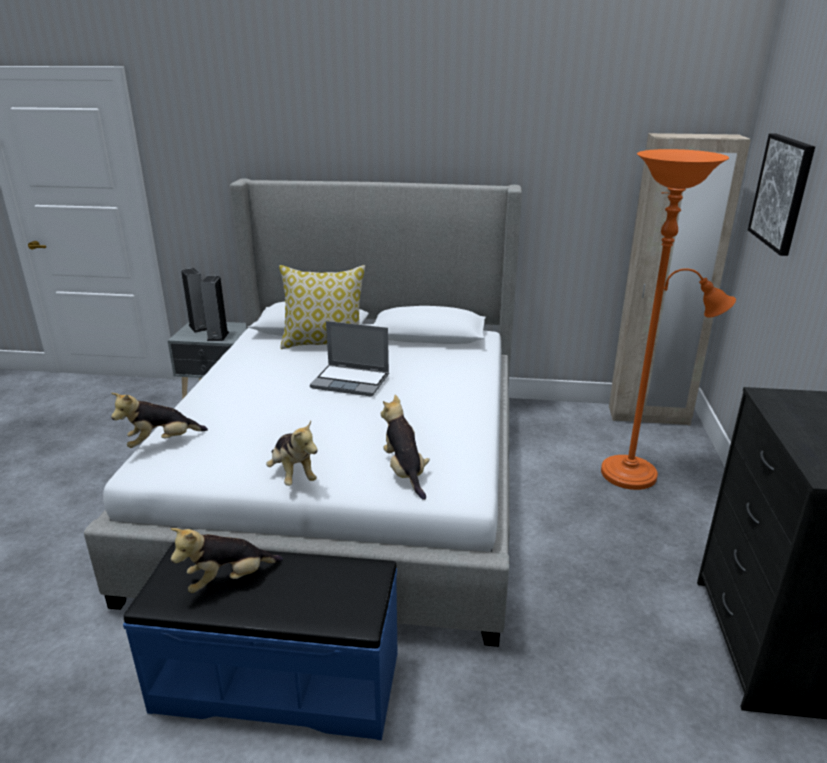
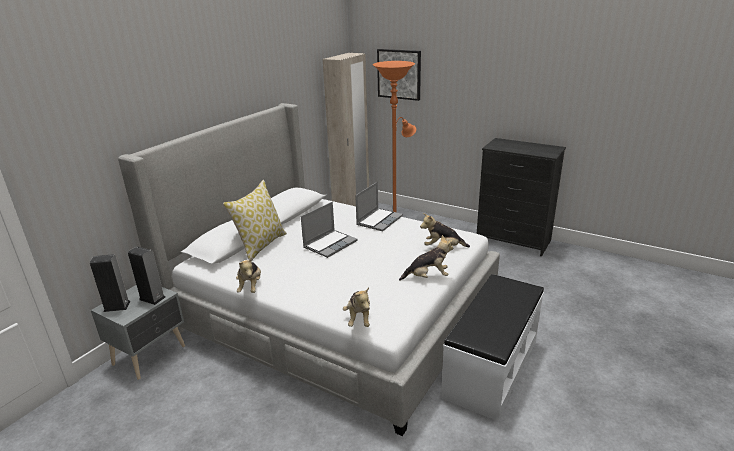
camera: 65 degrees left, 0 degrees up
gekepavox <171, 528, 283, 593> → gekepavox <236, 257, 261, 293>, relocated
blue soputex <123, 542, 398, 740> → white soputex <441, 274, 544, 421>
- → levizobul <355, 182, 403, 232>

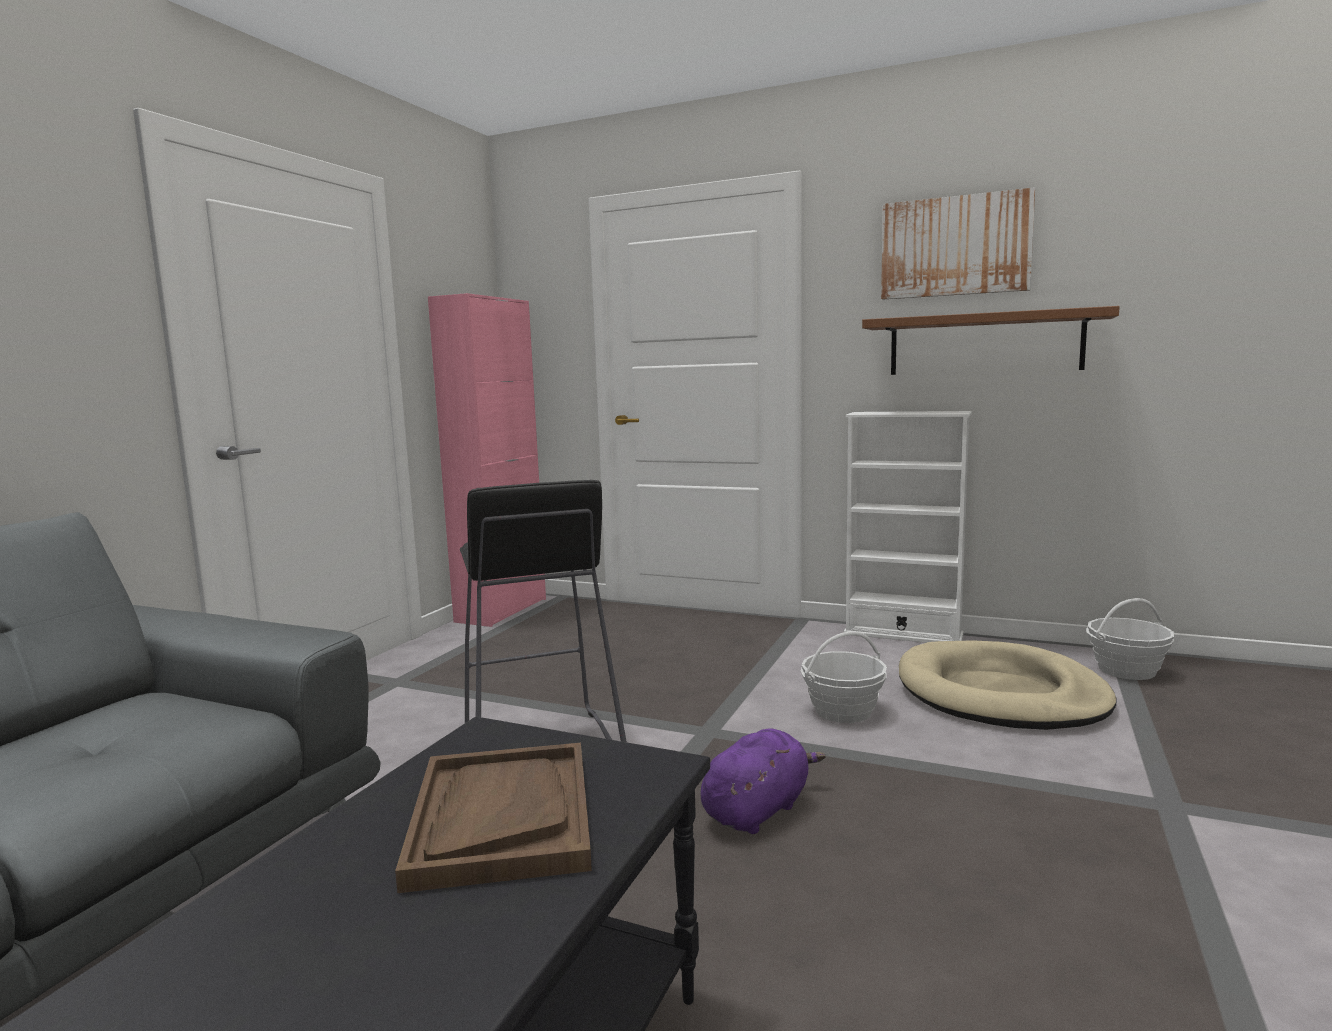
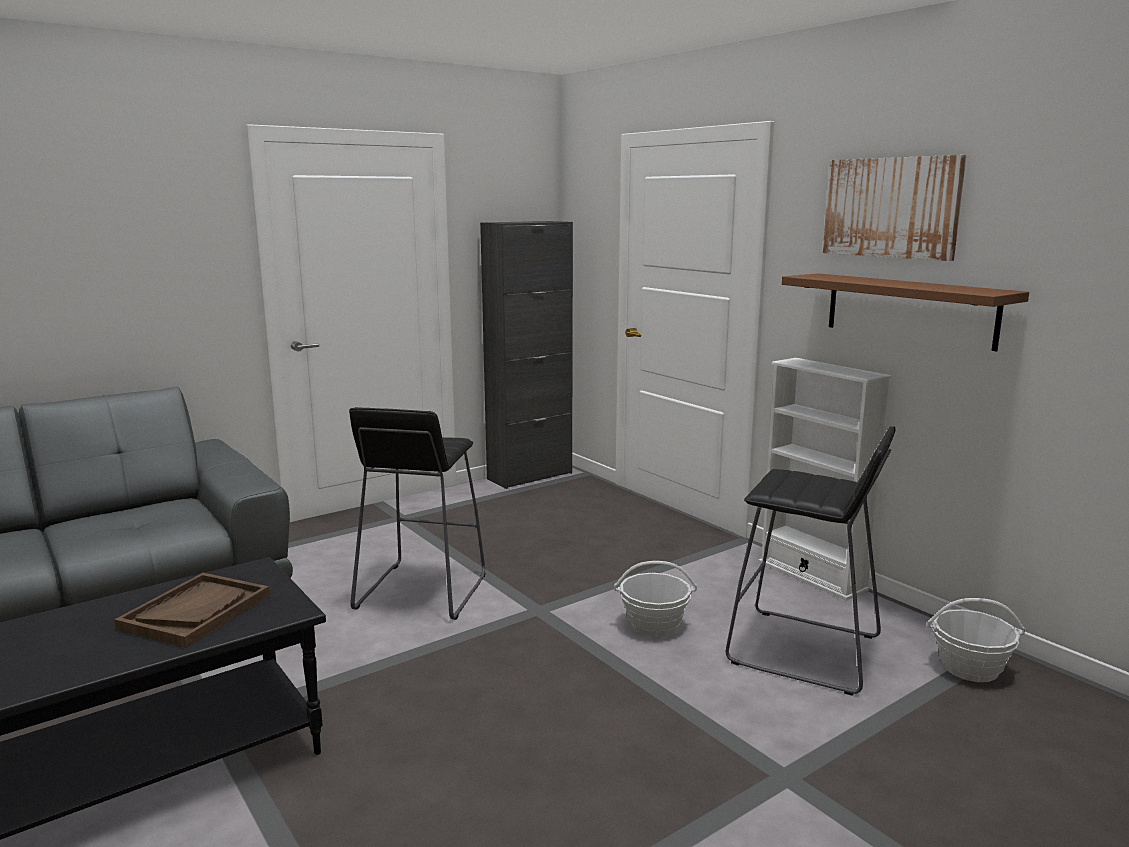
camera: 30 degrees right, 5 degrees up
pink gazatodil <428, 293, 546, 627> → black gazatodil <480, 221, 573, 489>
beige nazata <899, 640, 1117, 730> → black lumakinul <726, 426, 896, 696>
purple gekepavox <701, 728, 826, 834> → -

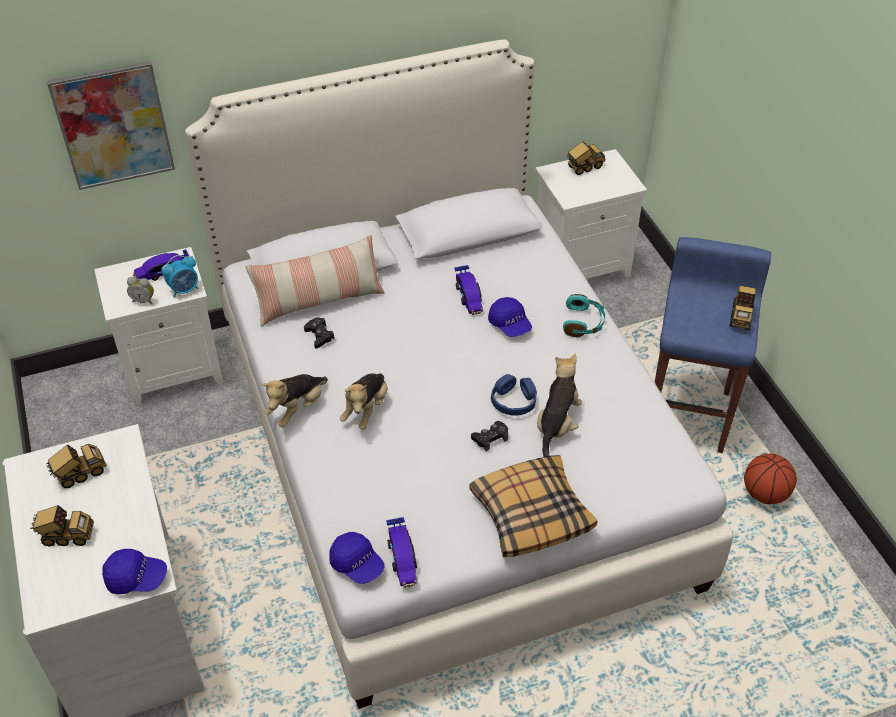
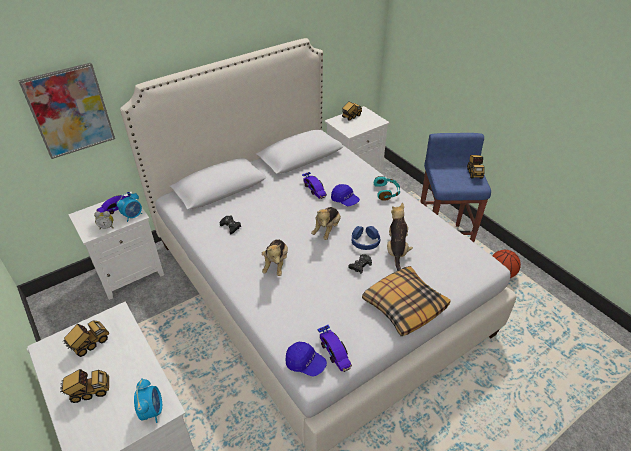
camera: 15 degrees left, 5 degrees down
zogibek <245, 235, 384, 327> → -
gekepavox <262, 374, 328, 427> → gekepavox <311, 207, 341, 240>, relocated
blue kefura <102, 549, 167, 594> → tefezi <134, 378, 162, 423>

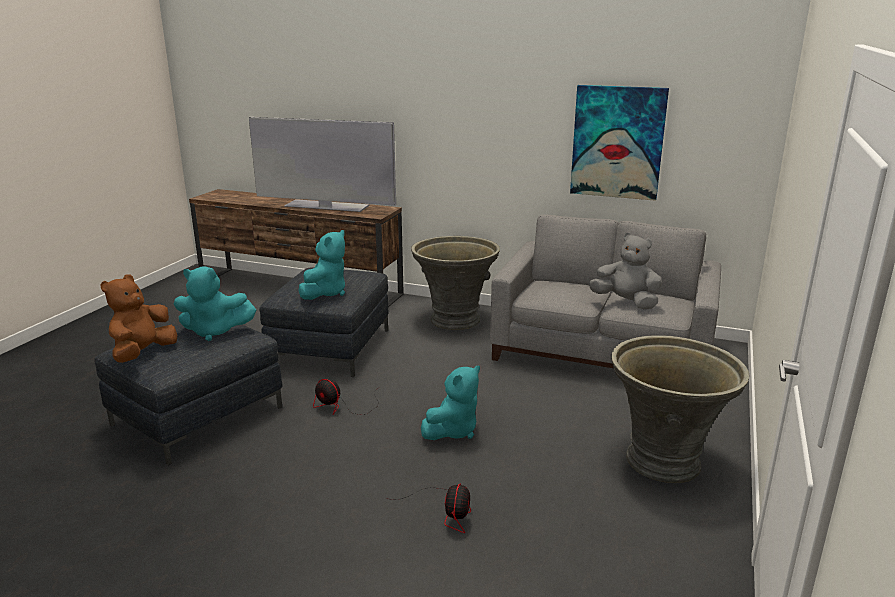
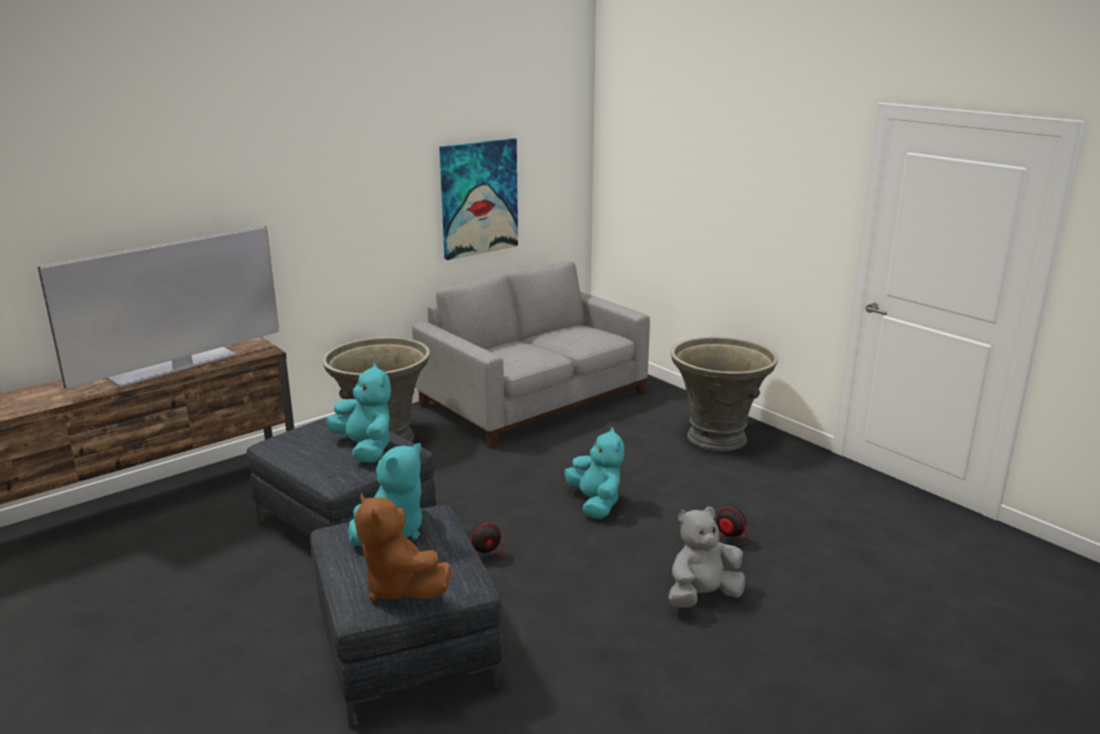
camera: 60 degrees left, 0 degrees up
grey gekepavox <589, 233, 662, 309> → grey gekepavox <668, 506, 745, 607>, relocated

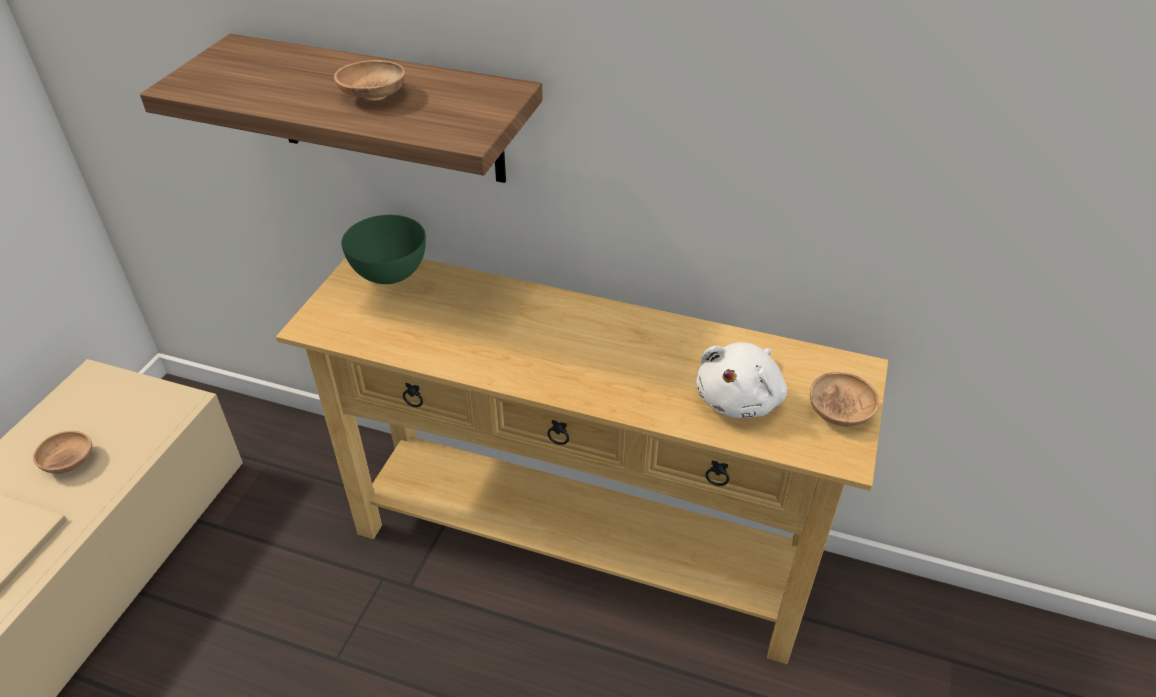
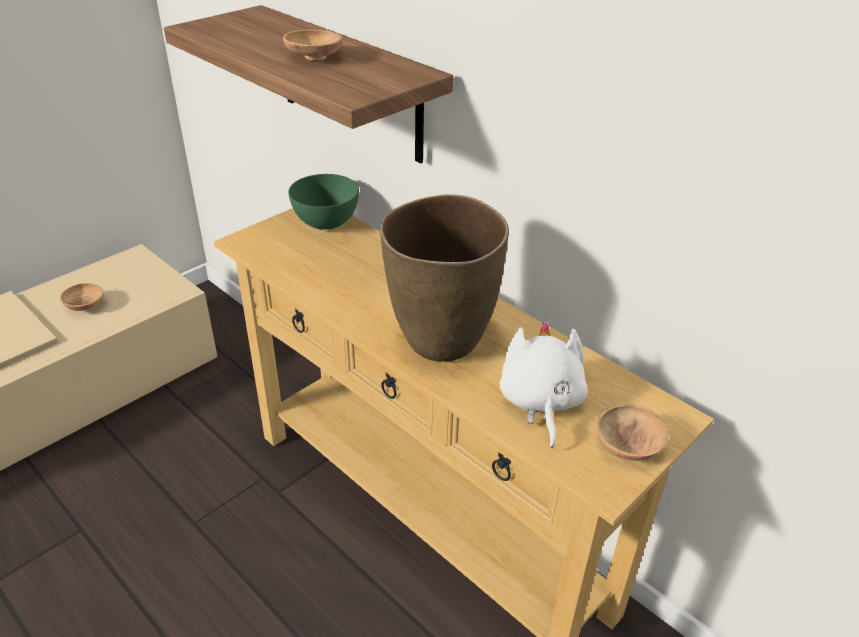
camera: 25 degrees right, 5 degrees down
white gekepavox <696, 342, 787, 418> → white gekepavox <500, 321, 588, 448>, 120 degrees clockwise
- → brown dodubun <380, 194, 509, 362>

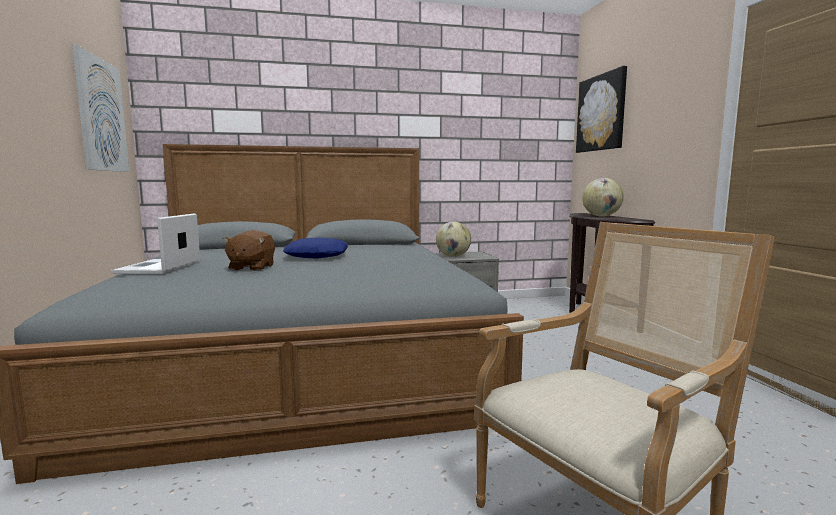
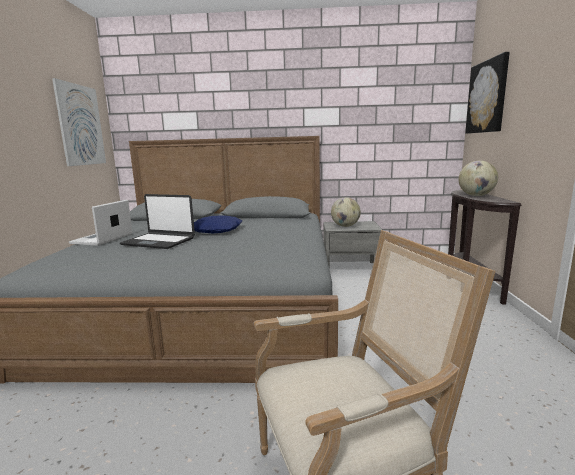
camera: 15 degrees right, 5 degrees up
brown gekepavox <222, 230, 275, 271> → levizobul <120, 194, 195, 249>

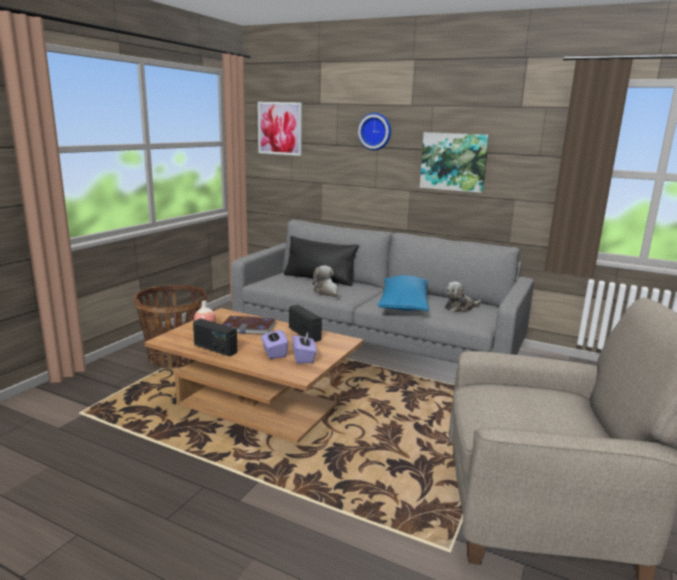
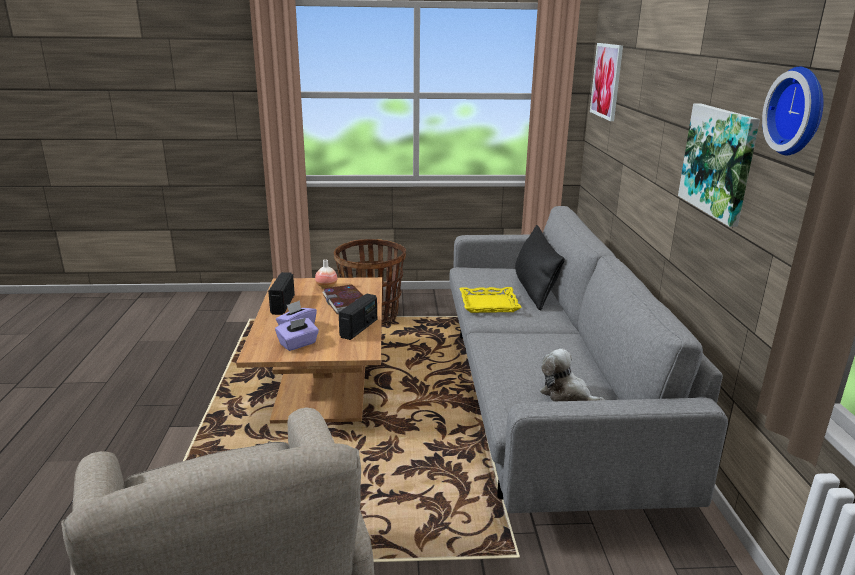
camera: 60 degrees right, 5 degrees up
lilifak <358, 113, 391, 150> → lilifak <762, 67, 824, 155>, relocated
gekepavox <313, 265, 341, 298> → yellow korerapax <460, 287, 522, 313>
blue zogibek <377, 275, 429, 311> → -

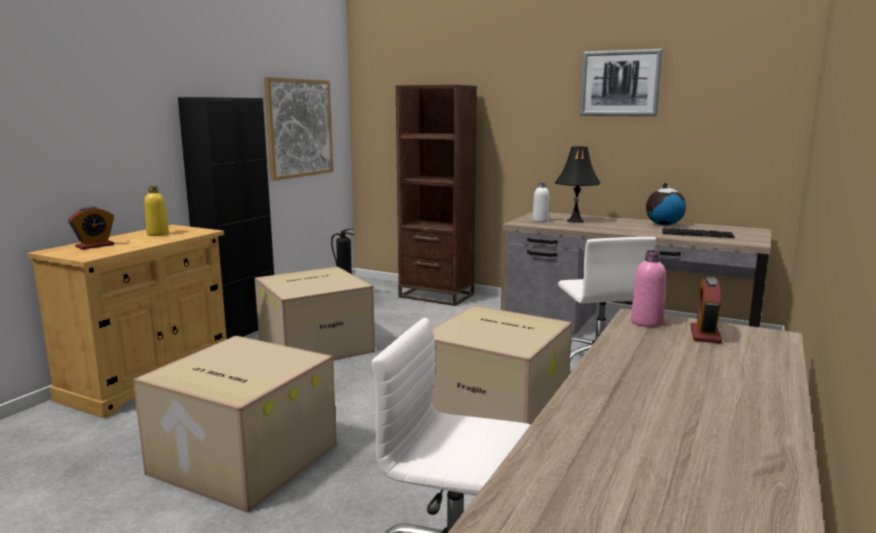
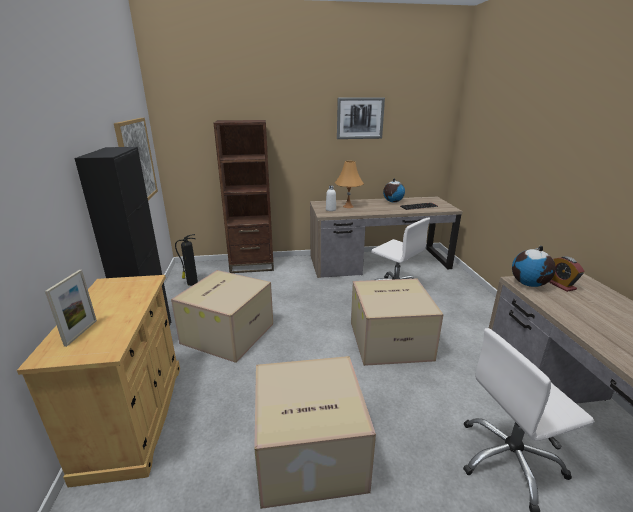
camera: 35 degrees left, 10 degrees up
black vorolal <555, 146, 600, 223> → orange vorolal <335, 161, 364, 208>
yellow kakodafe <144, 186, 169, 236> → -
tefezi <68, 206, 114, 250> → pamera <45, 270, 97, 347>
pink kakodafe <631, 250, 666, 327> → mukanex <512, 246, 556, 287>

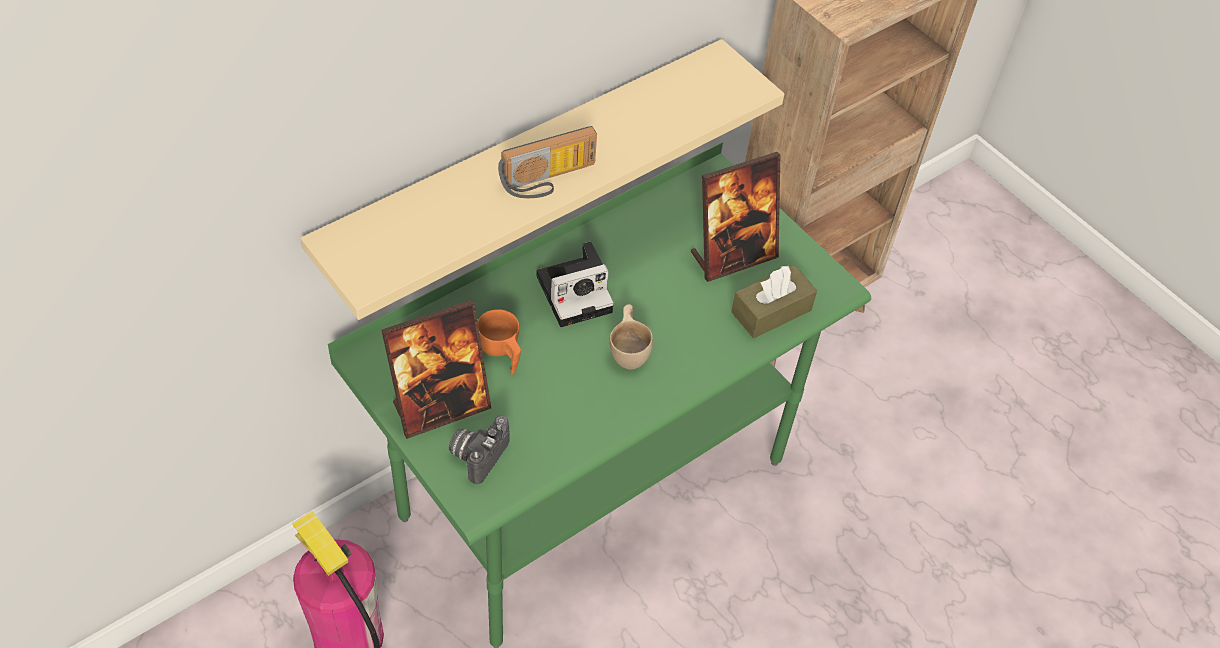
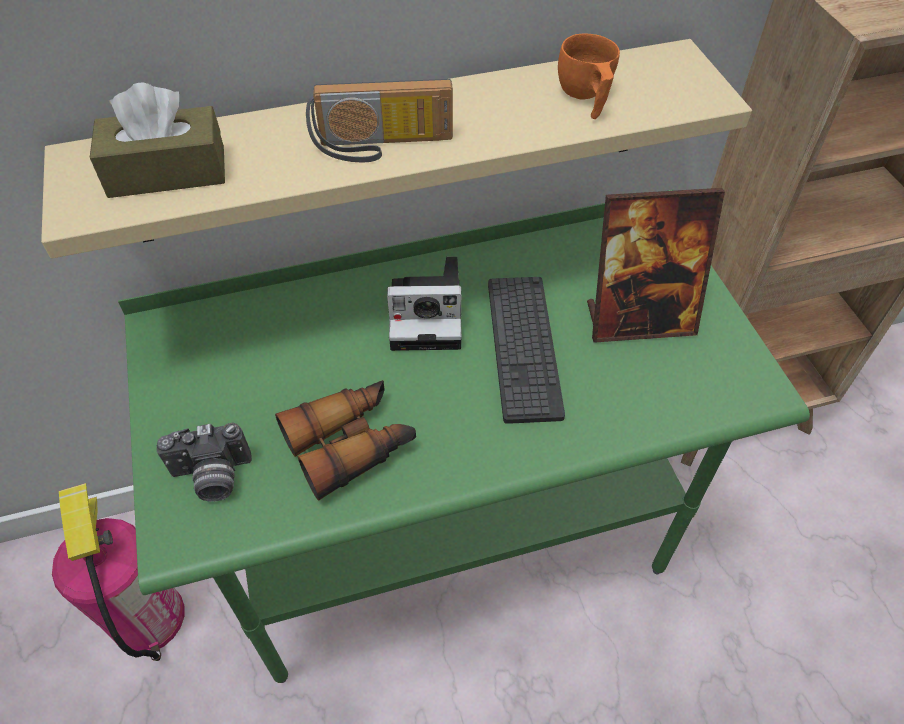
camera: 25 degrees right, 0 degrees up
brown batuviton <731, 265, 817, 338> → brown batuviton <90, 82, 225, 198>, relocated
pamera <381, 300, 491, 439> → -
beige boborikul <610, 304, 653, 369> → -
orange boborikul <478, 309, 521, 375> → orange boborikul <558, 33, 620, 119>, relocated
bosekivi <449, 415, 510, 484> → bosekivi <157, 423, 252, 502>, 150 degrees counterclockwise
- → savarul <488, 277, 565, 424>
- → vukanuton <275, 380, 416, 501>

